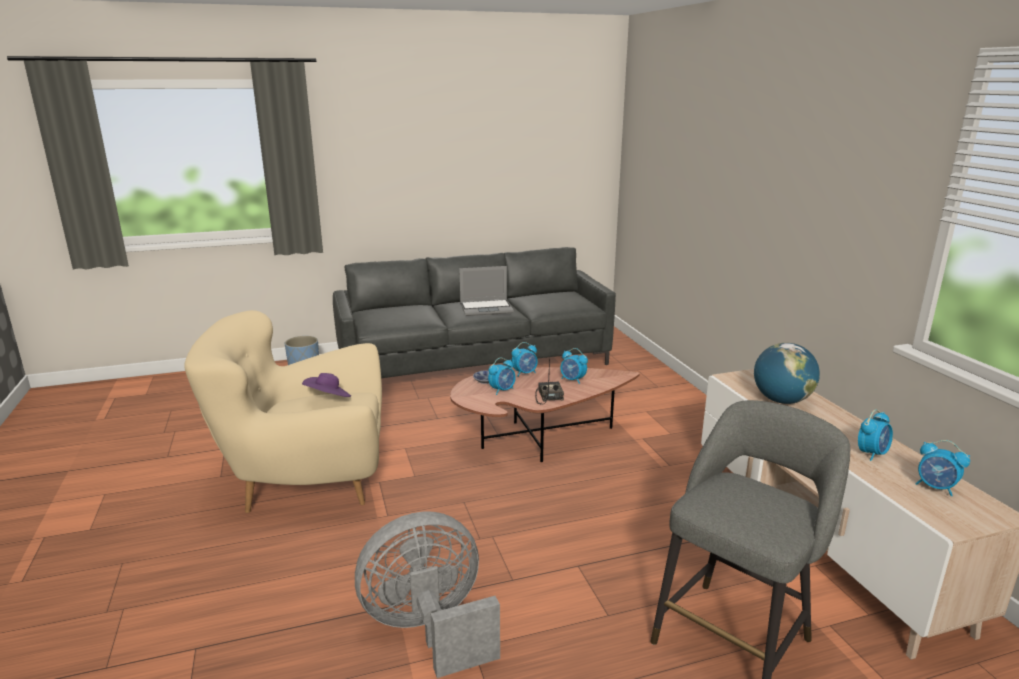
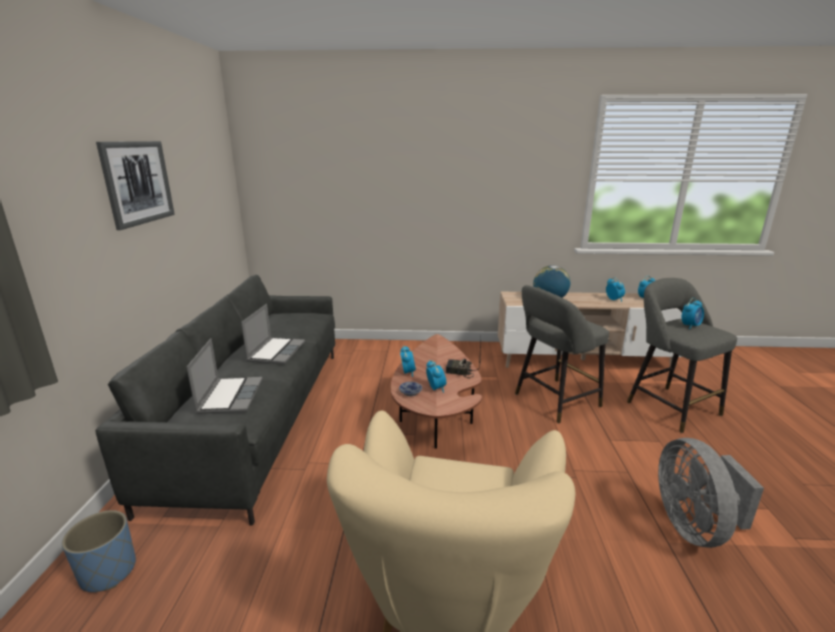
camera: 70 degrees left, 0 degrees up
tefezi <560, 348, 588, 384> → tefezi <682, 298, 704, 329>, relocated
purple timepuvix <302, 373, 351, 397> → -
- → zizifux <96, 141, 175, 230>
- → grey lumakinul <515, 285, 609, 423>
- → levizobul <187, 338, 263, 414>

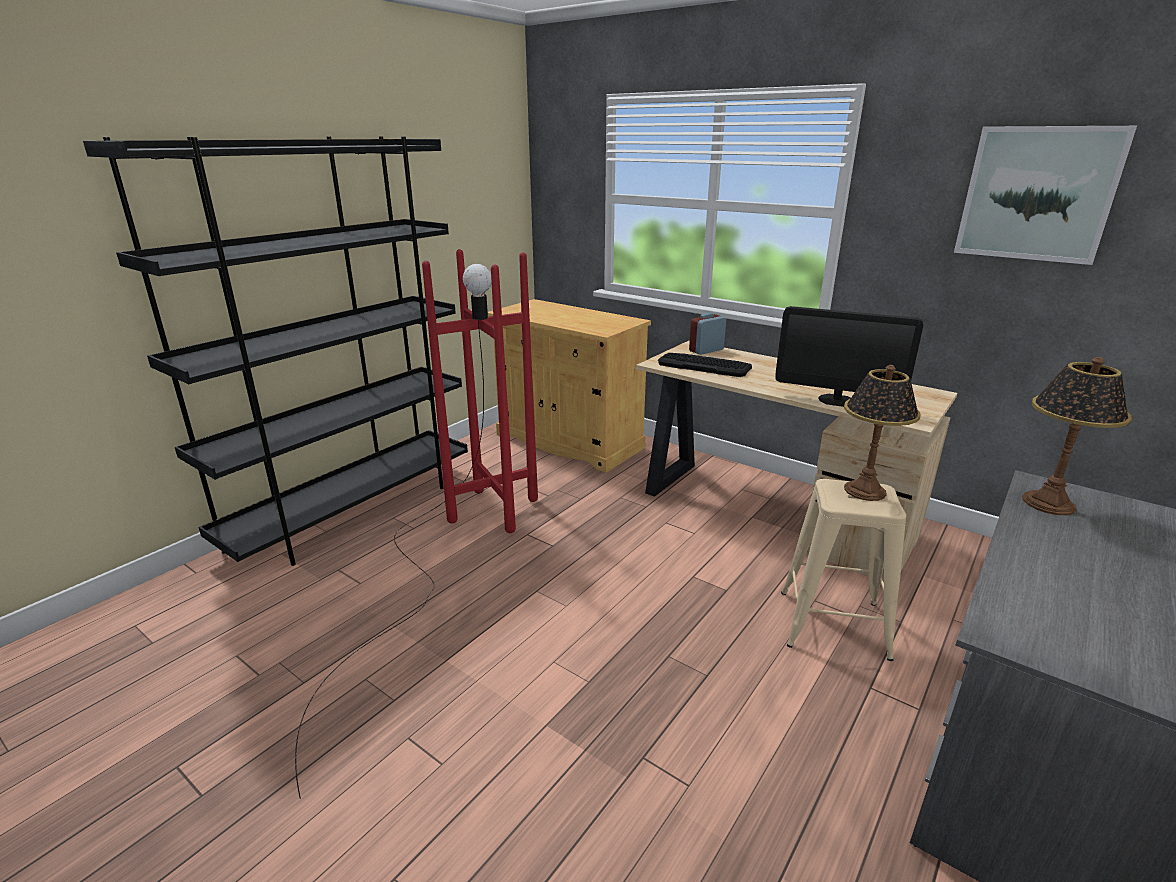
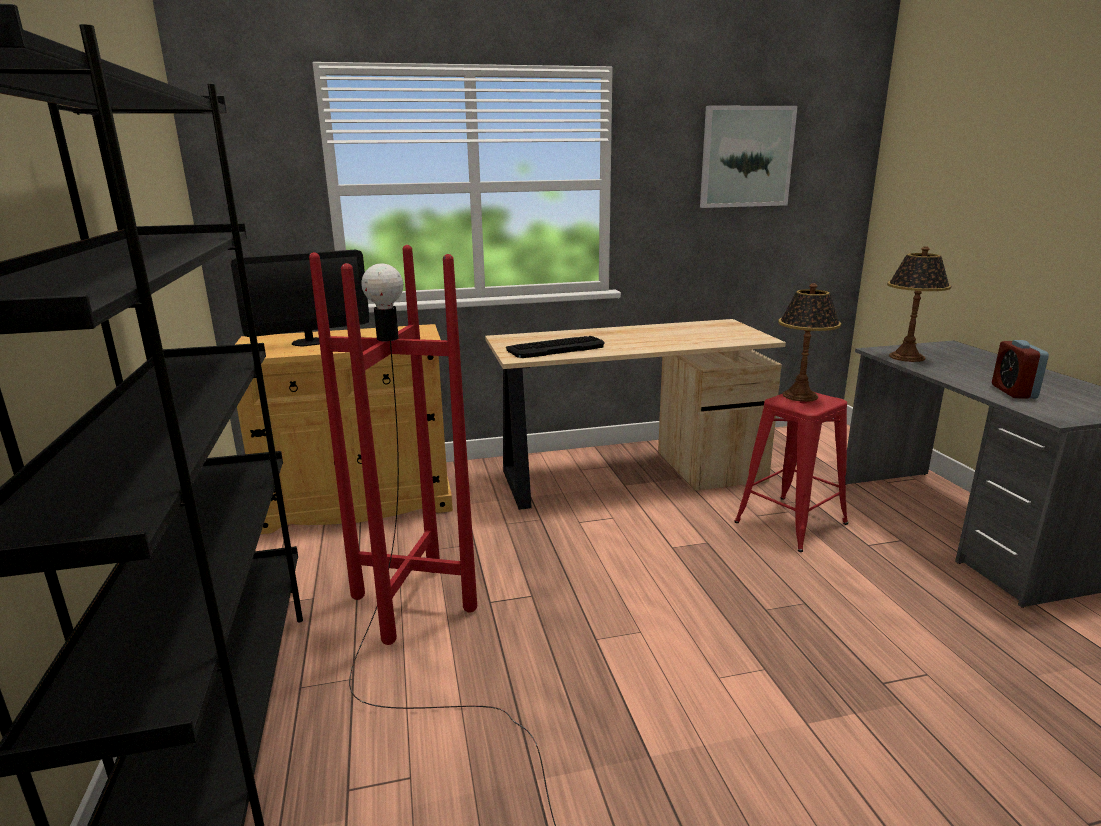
camera: 50 degrees left, 5 degrees down
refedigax <775, 306, 923, 407> → refedigax <231, 250, 369, 347>, relocated
tefezi <689, 313, 726, 355> → tefezi <992, 340, 1049, 399>, relocated
beige lumakinul <781, 479, 906, 661> → red lumakinul <734, 392, 848, 552>

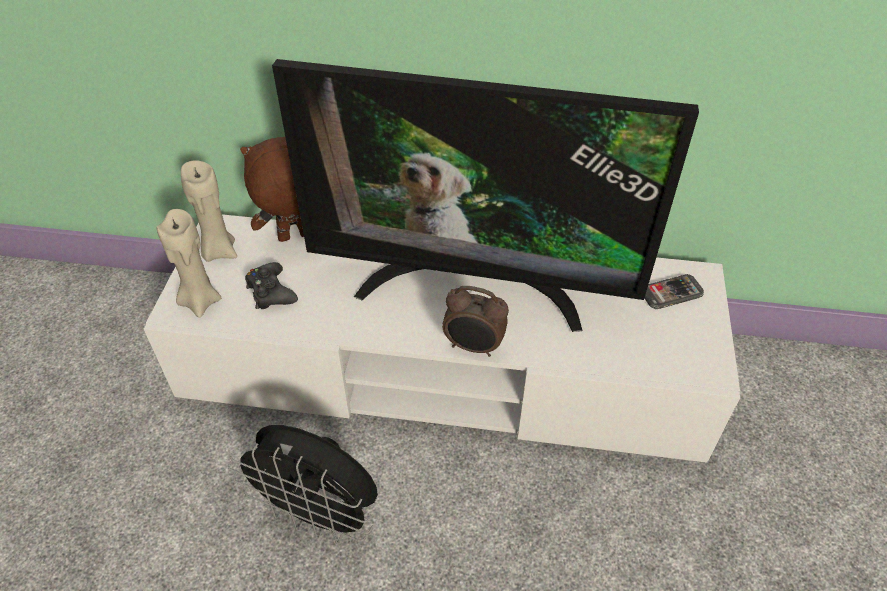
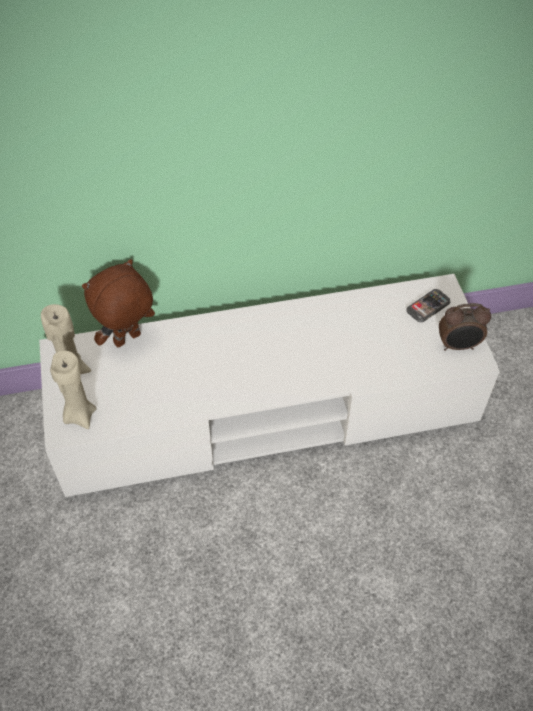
camera: 20 degrees left, 5 degrees up
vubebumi <272, 59, 699, 332> → -
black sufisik <245, 262, 298, 309> → -
tefezi <442, 286, 509, 357> → tefezi <439, 303, 491, 351>, relocated
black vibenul <228, 425, 378, 544> → -

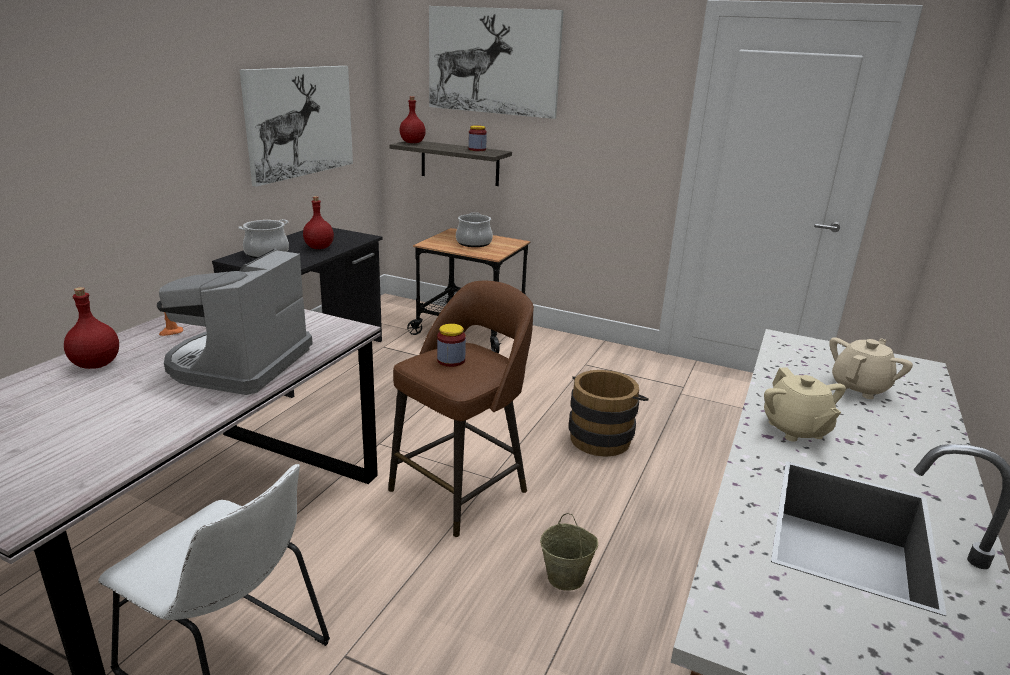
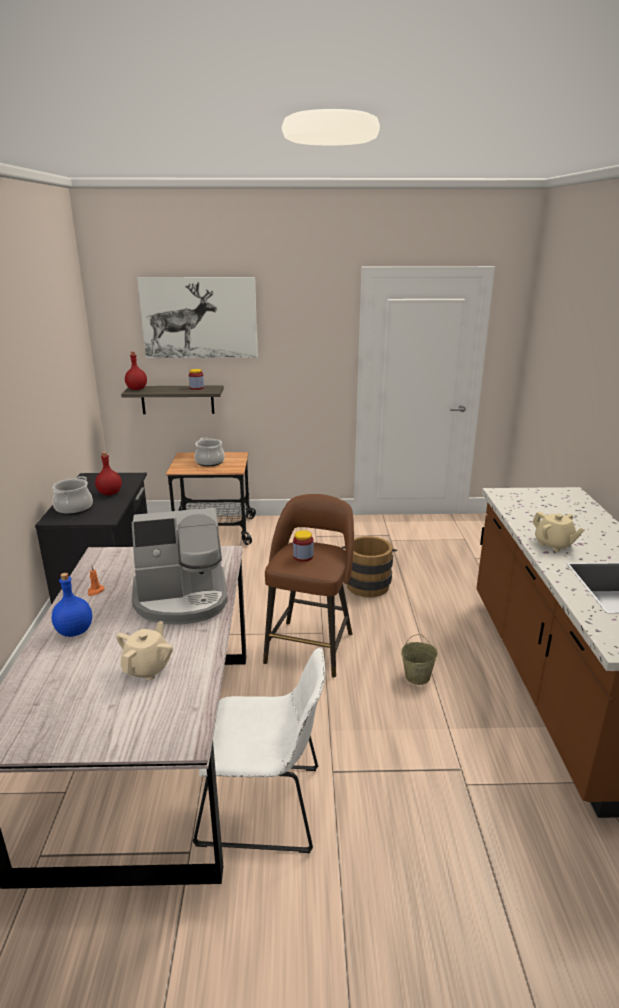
camera: 25 degrees left, 0 degrees up
zizifux <240, 66, 353, 187> → -
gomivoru <157, 249, 313, 395> → gomivoru <132, 508, 228, 625>, 90 degrees counterclockwise
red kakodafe <64, 287, 119, 369> → blue kakodafe <52, 573, 92, 637>
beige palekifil <829, 337, 913, 399> → beige palekifil <116, 621, 173, 680>, relocated

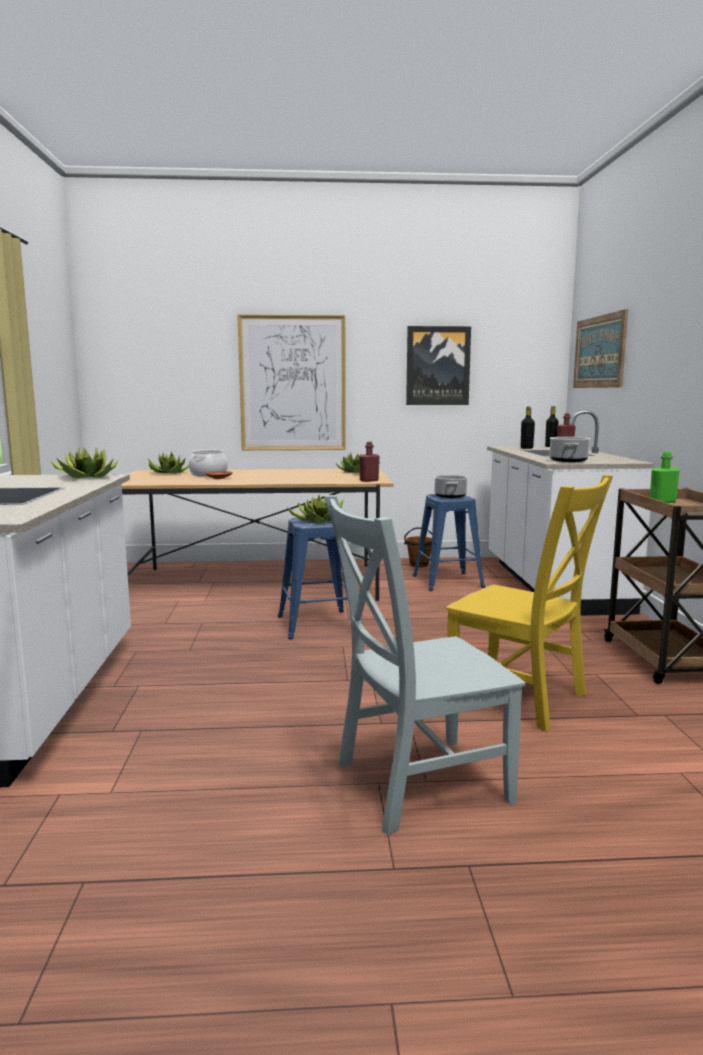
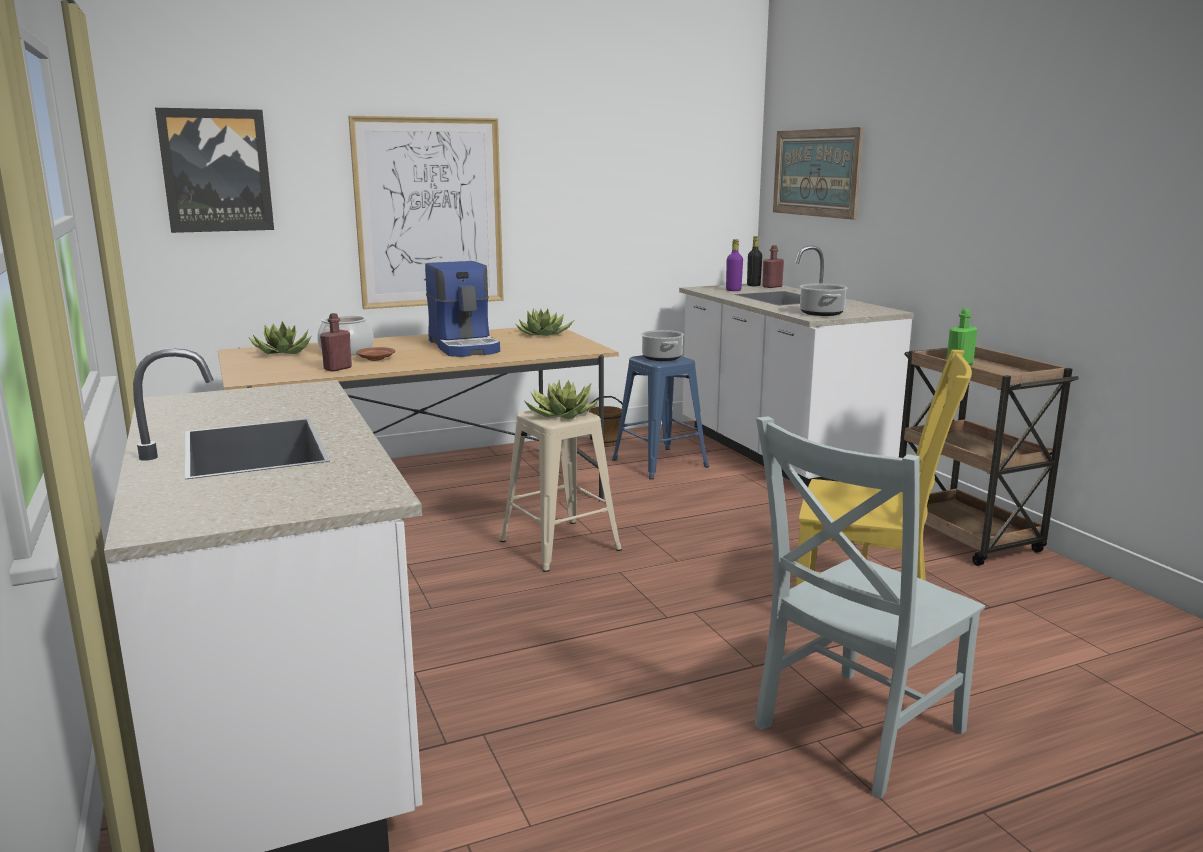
camera: 20 degrees left, 5 degrees up
zizifux <406, 326, 471, 405> → zizifux <155, 108, 274, 233>, relocated
black kakodafe <521, 407, 535, 449> → purple kakodafe <726, 239, 743, 291>
red kakodafe <359, 442, 379, 482> → red kakodafe <320, 313, 352, 372>, relocated
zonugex <50, 446, 119, 478> → -
blue lumakinul <278, 518, 348, 639> → beige lumakinul <500, 408, 622, 572>
- → gomivoru <425, 261, 500, 357>

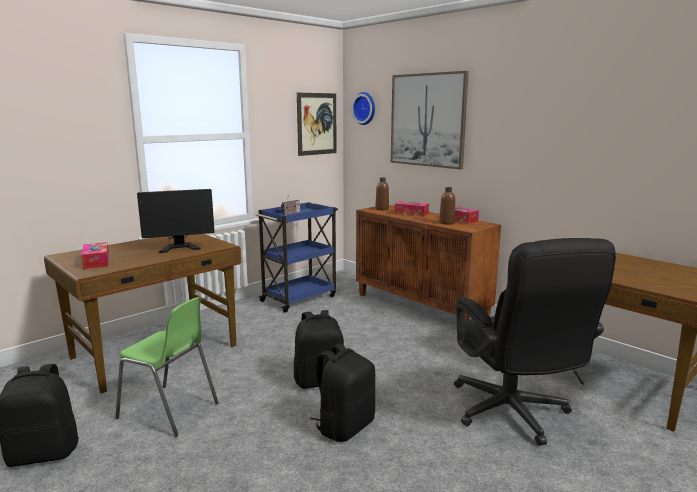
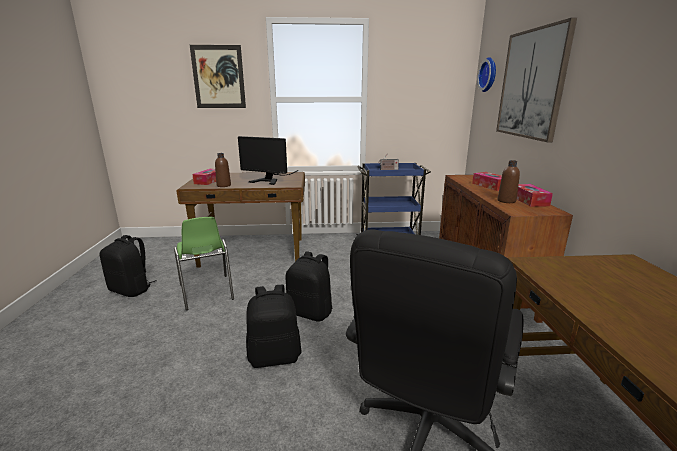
camera: 40 degrees right, 5 degrees up
zizifux <297, 93, 337, 156> → zizifux <190, 45, 246, 108>, relocated
brown kakodafe <375, 177, 389, 210> → brown kakodafe <215, 153, 231, 187>, relocated

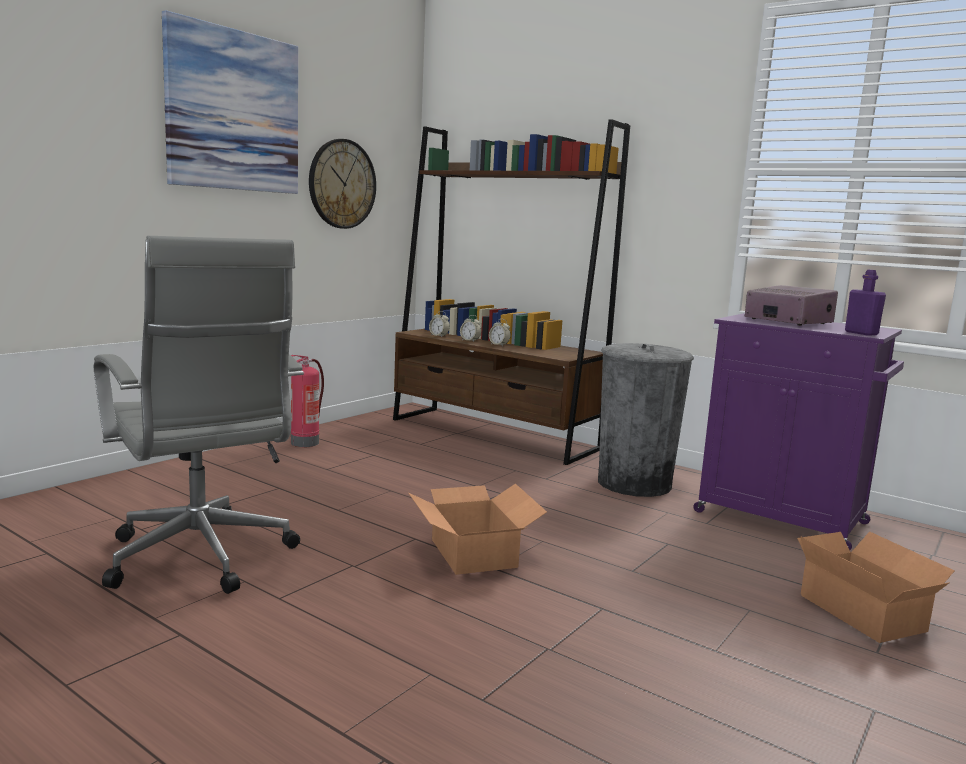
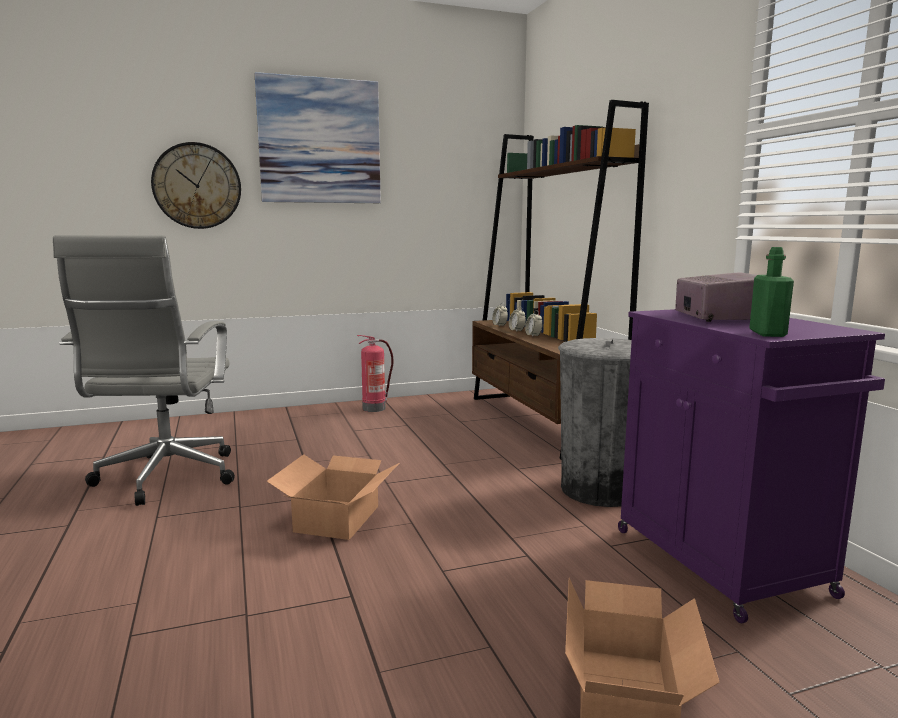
camera: 35 degrees right, 0 degrees up
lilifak <309, 139, 376, 229> → lilifak <151, 142, 241, 229>, relocated
purple kakodafe <845, 270, 886, 335> → green kakodafe <749, 247, 794, 337>

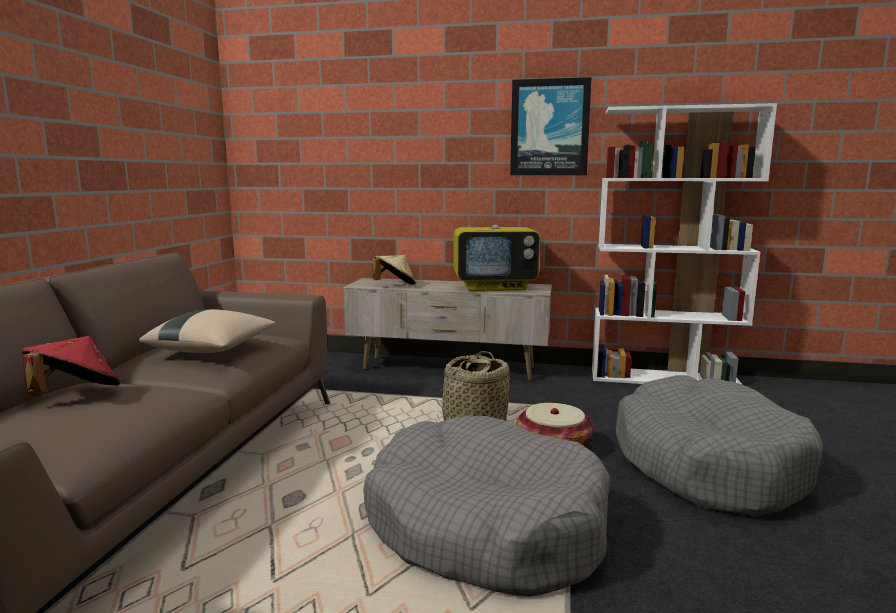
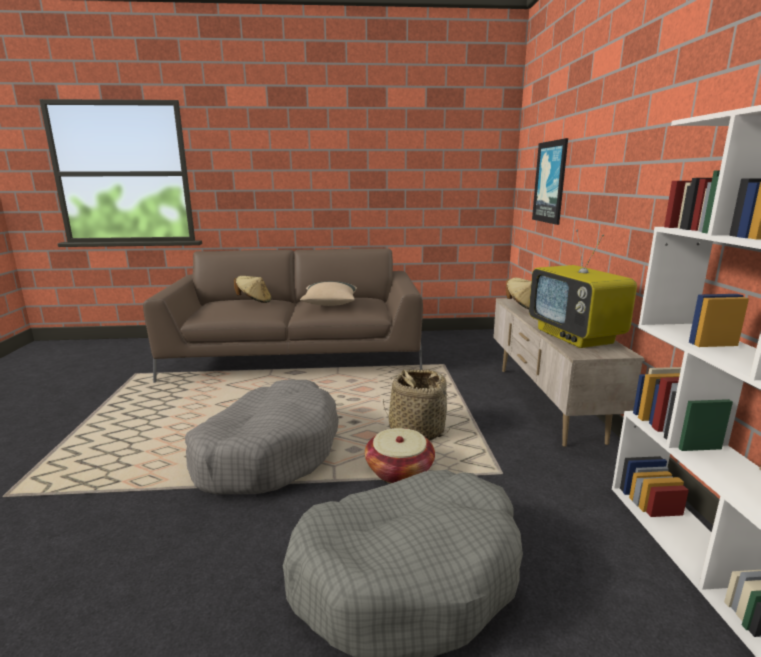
camera: 75 degrees right, 5 degrees up
zizifux <510, 77, 592, 175> → zizifux <532, 138, 568, 225>, relocated
red timepuvix <21, 336, 120, 396> → beige timepuvix <234, 276, 271, 303>

